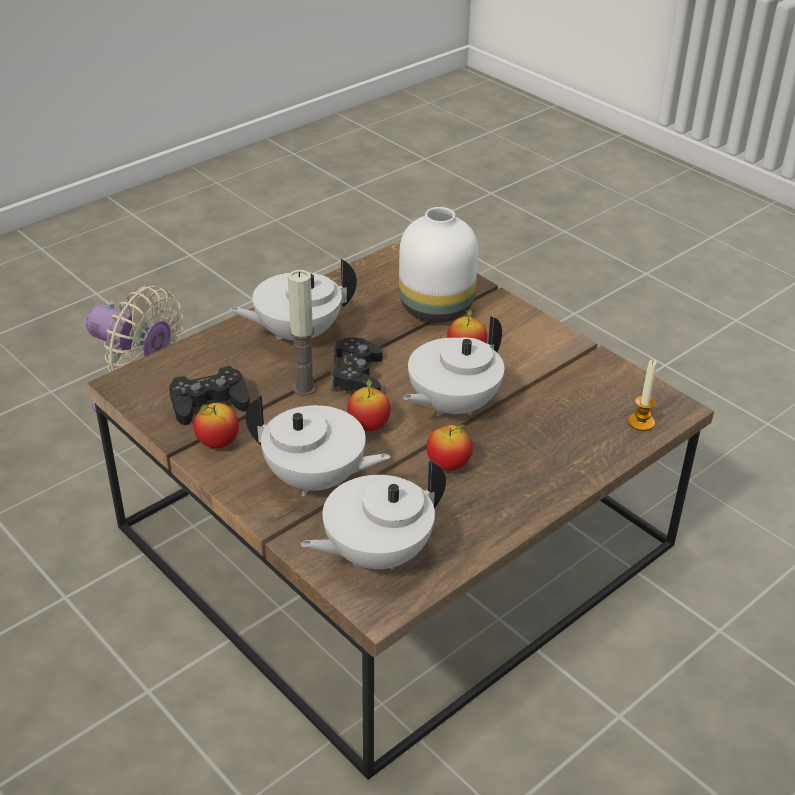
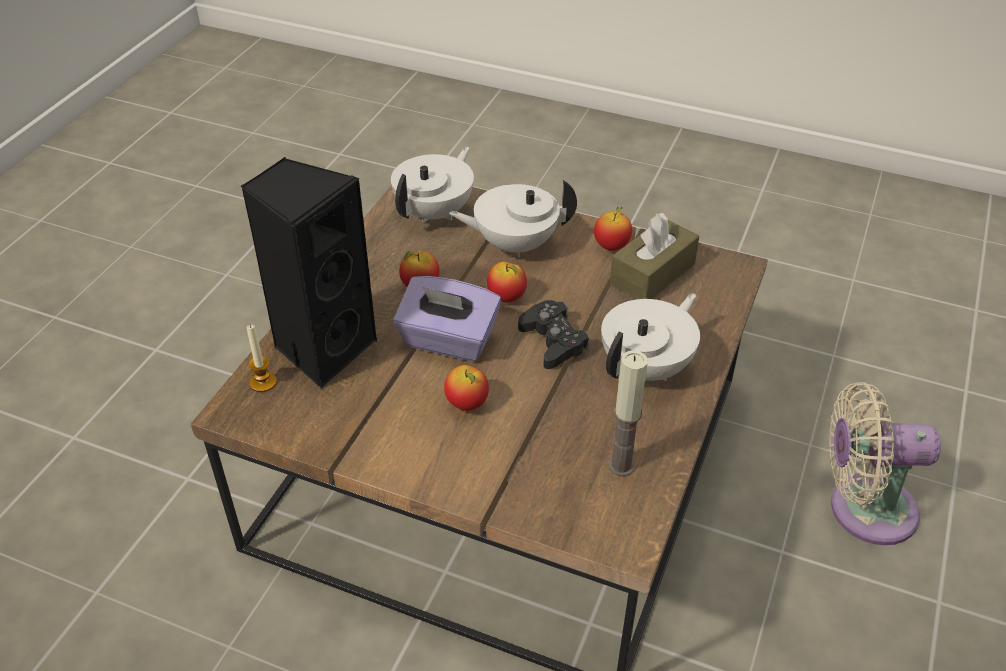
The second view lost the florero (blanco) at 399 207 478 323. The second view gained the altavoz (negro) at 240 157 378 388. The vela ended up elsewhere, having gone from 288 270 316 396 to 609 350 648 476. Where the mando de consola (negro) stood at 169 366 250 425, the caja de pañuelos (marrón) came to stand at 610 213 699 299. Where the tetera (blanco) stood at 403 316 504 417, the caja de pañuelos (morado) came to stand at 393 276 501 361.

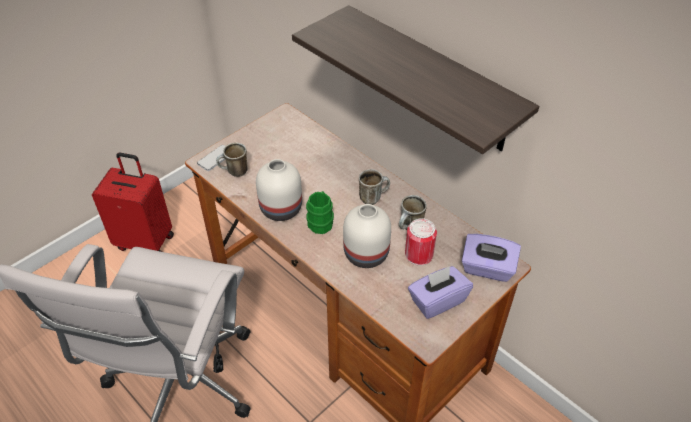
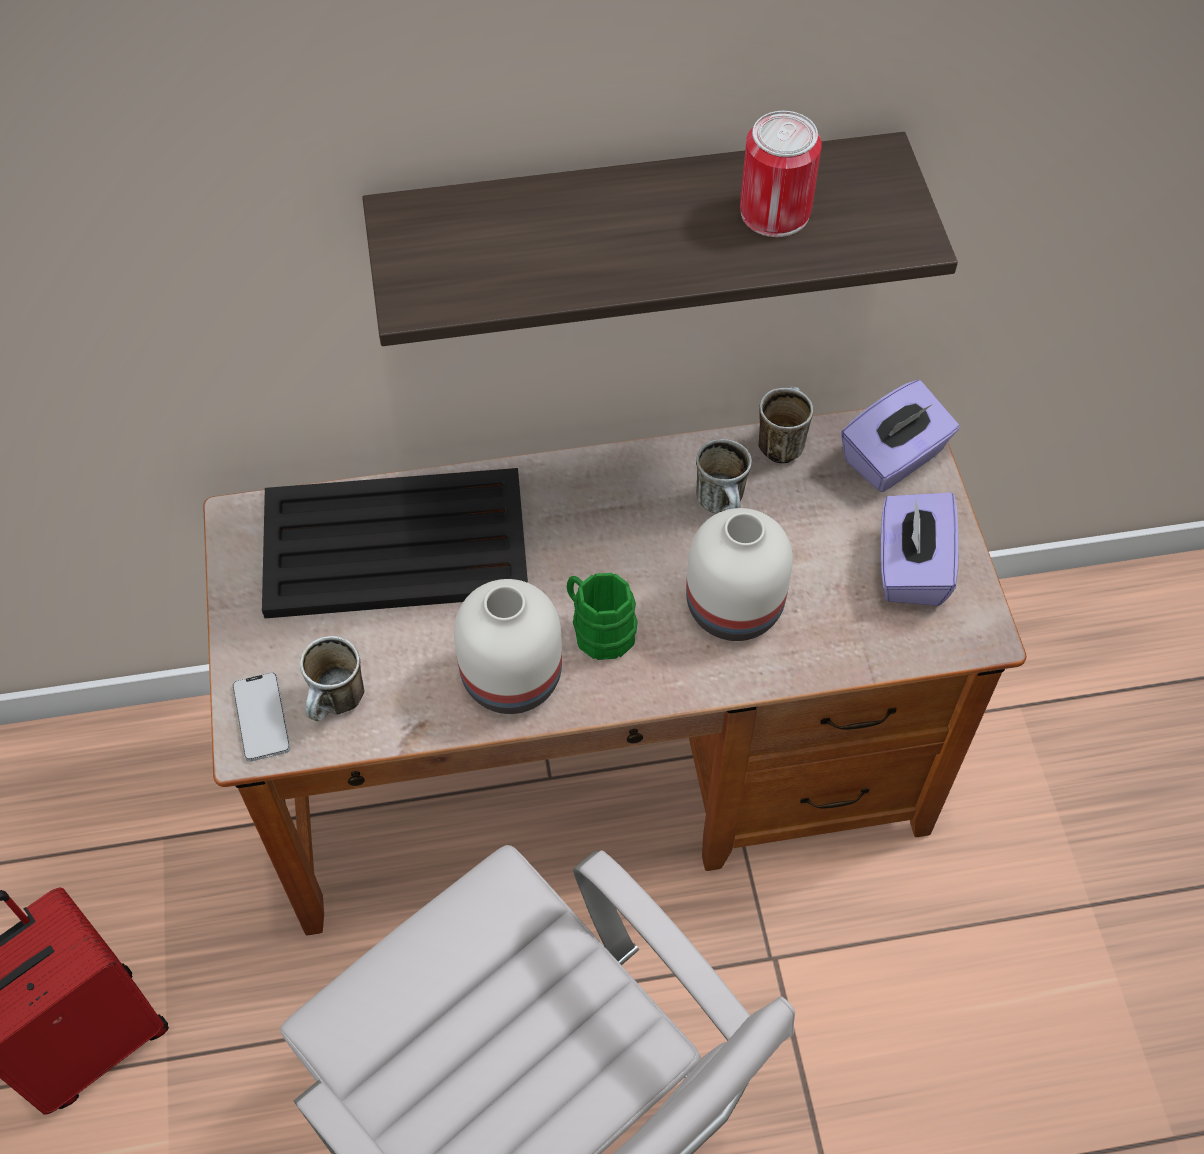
The second view gained the bandeja (negro) at 262 468 528 618. The taza grande ended up elsewhere, having gone from 359 169 390 205 to 758 387 814 464. The lata ended up elsewhere, having gone from 405 218 437 266 to 740 111 822 237.

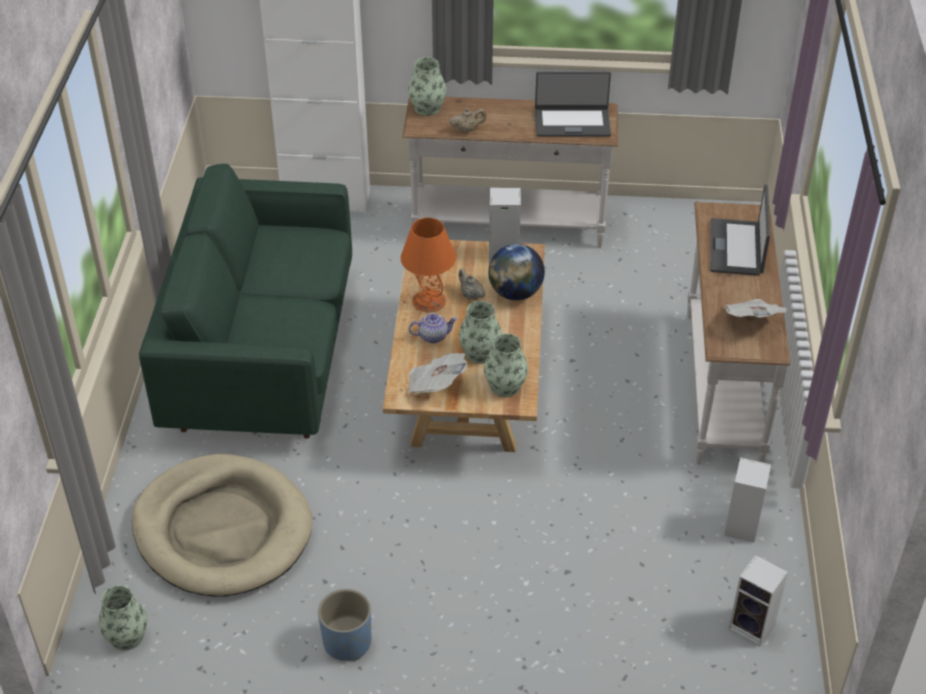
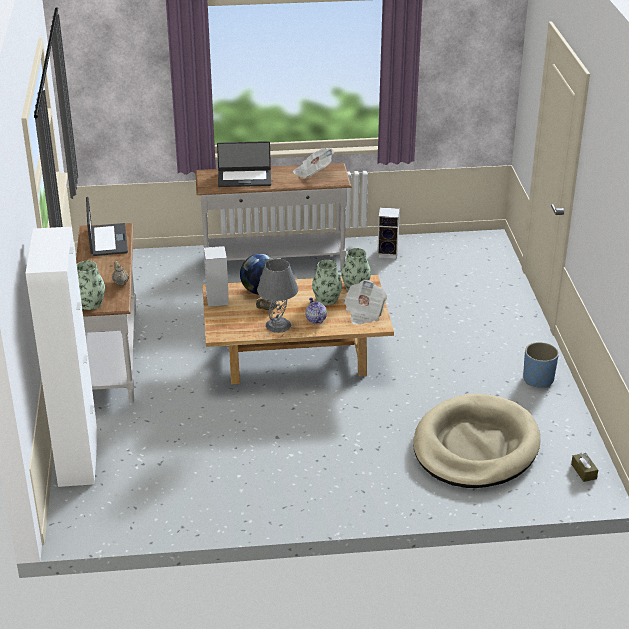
The second view lost the sofá (verde) at 139 164 352 439. The second view lost the altavoz at 729 555 788 646. Where the florero stood at 99 586 147 651, the caja de pañuelos (marrón) came to stand at 571 453 598 482. What was the lámpara de mesa (naranja) at 401 218 456 313 turned into the lámpara de mesa (gris) at 257 259 298 333.

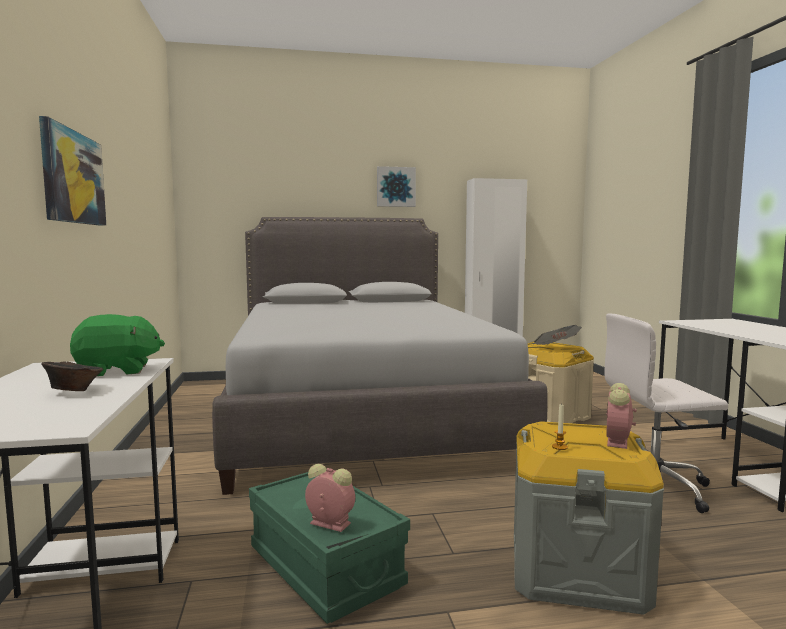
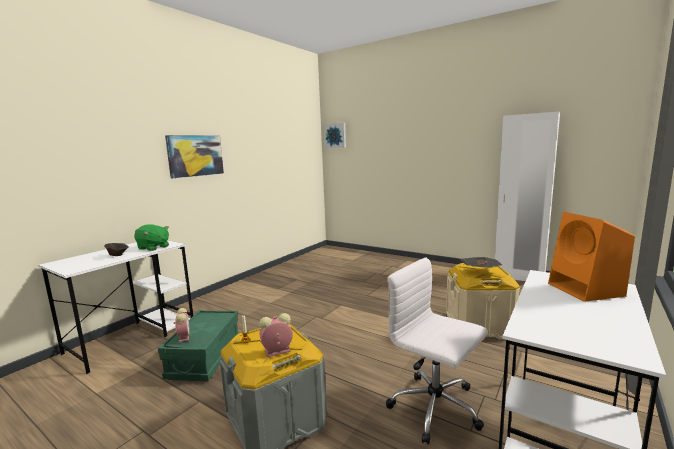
The second view lost the cama (gris) at 212 217 548 495. The second view gained the altavoz (naranja) at 548 212 635 302. The cuadro ended up elsewhere, having gone from 377 166 416 207 to 324 123 346 148.

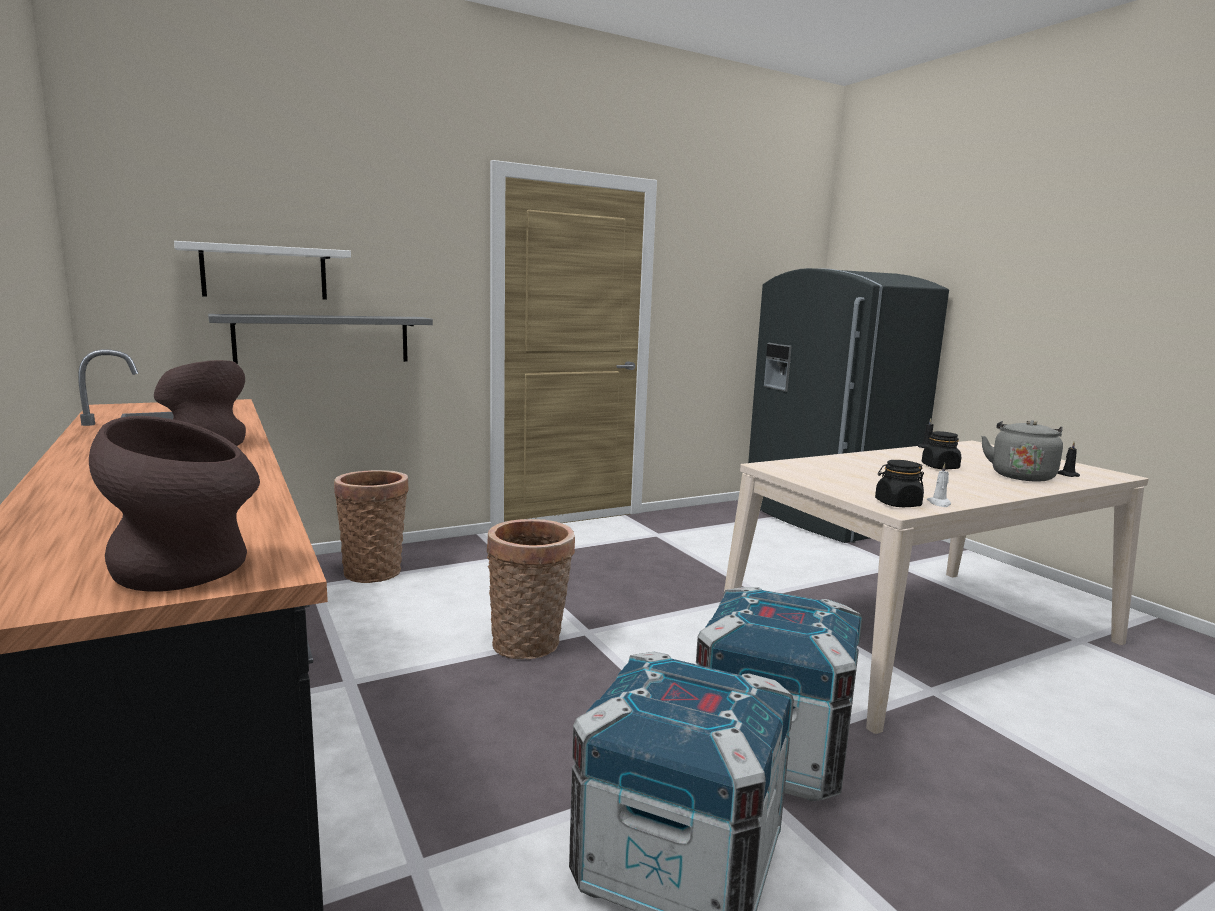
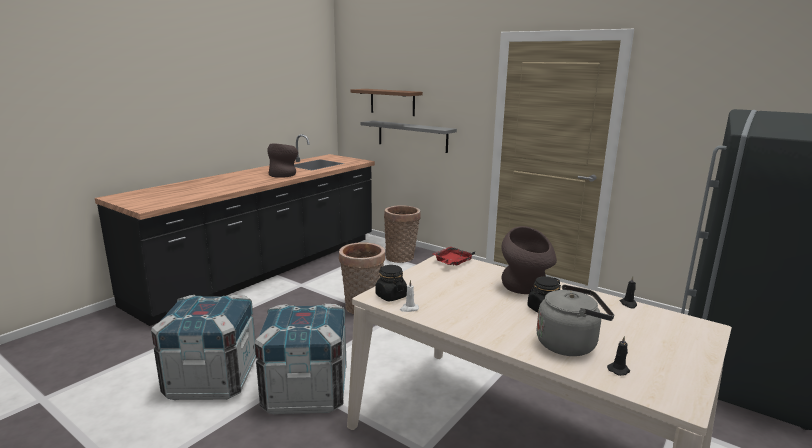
The second view gained the bandeja (rojo) at 433 247 475 266. The florero (marrón) ended up elsewhere, having gone from 89 416 260 591 to 502 226 557 294. What was the estante (blanco) at 174 241 351 300 turned into the estante (marrón) at 350 89 423 116.

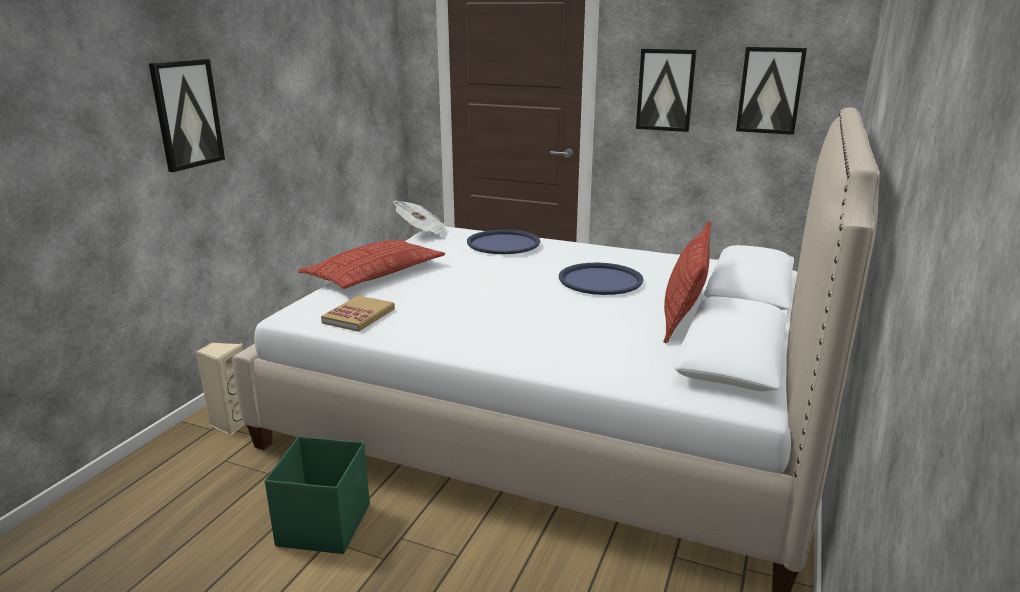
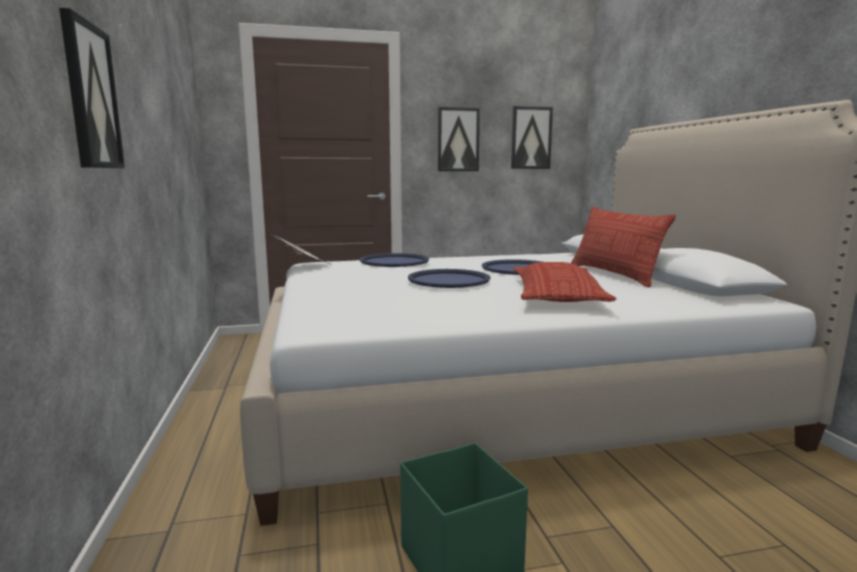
The second view lost the altavoz (beis) at 195 342 245 435. The second view lost the libro at 321 295 395 332. The second view gained the bandeja (azul) at 408 269 490 288. The cojín ended up elsewhere, having gone from 298 239 445 289 to 514 262 617 302.

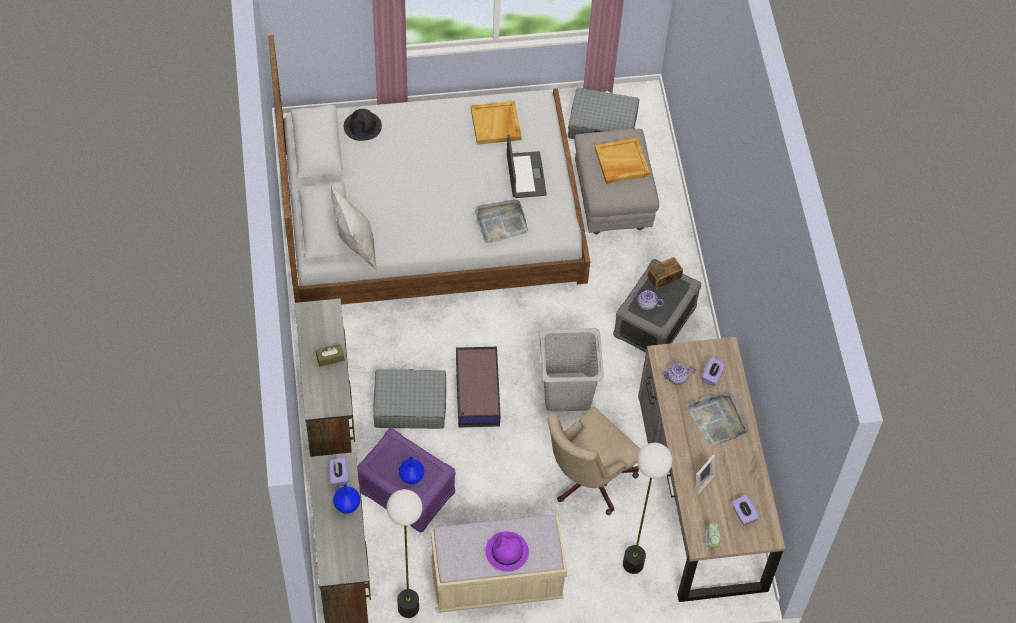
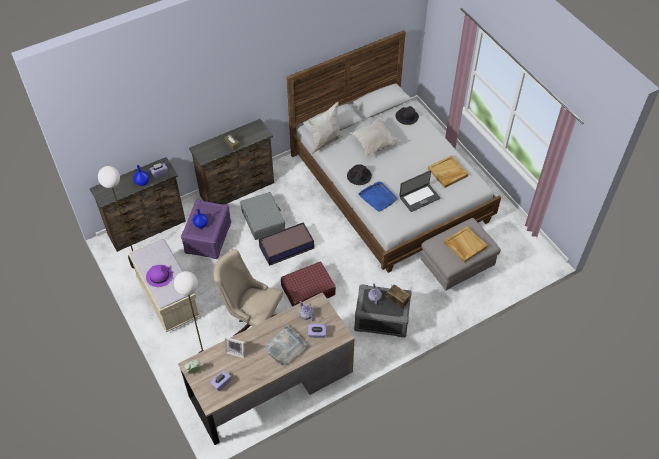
The second view lost the maleta (gris) at 568 87 639 139. The second view gained the sombrero (negro) at 347 164 372 185. The second view gained the cojín (blanco) at 350 116 401 157. Where the cesto de la ropa (gris) stood at 539 328 604 412, the maleta (rojo) came to stand at 281 261 336 307. What was the bandeja (gris) at 475 199 528 243 turned into the bandeja (azul) at 358 181 398 212.

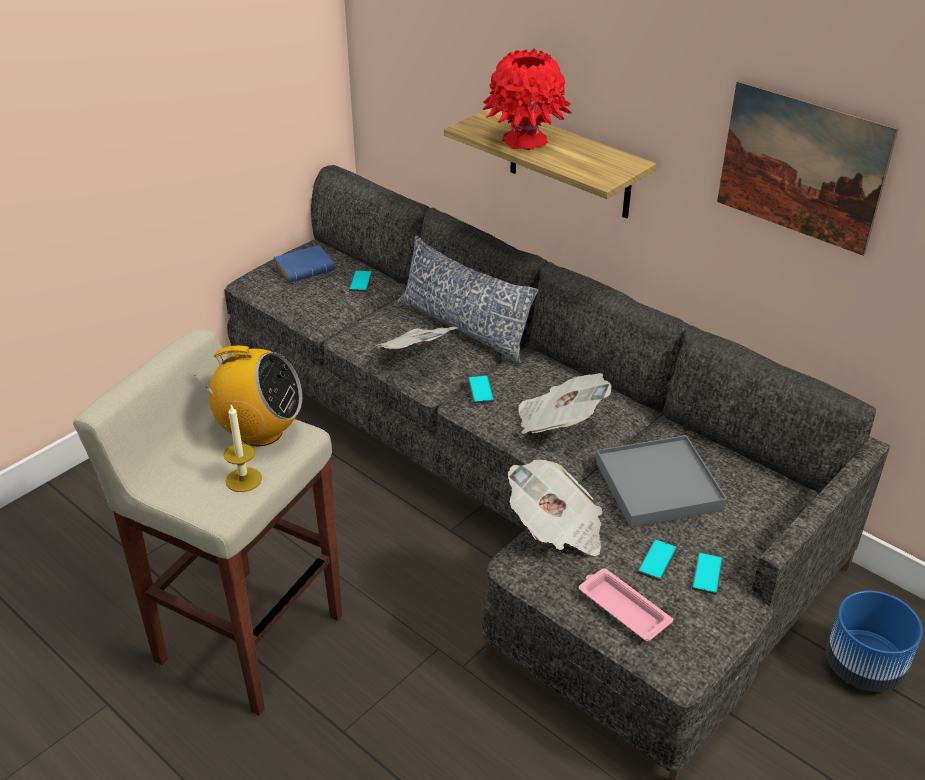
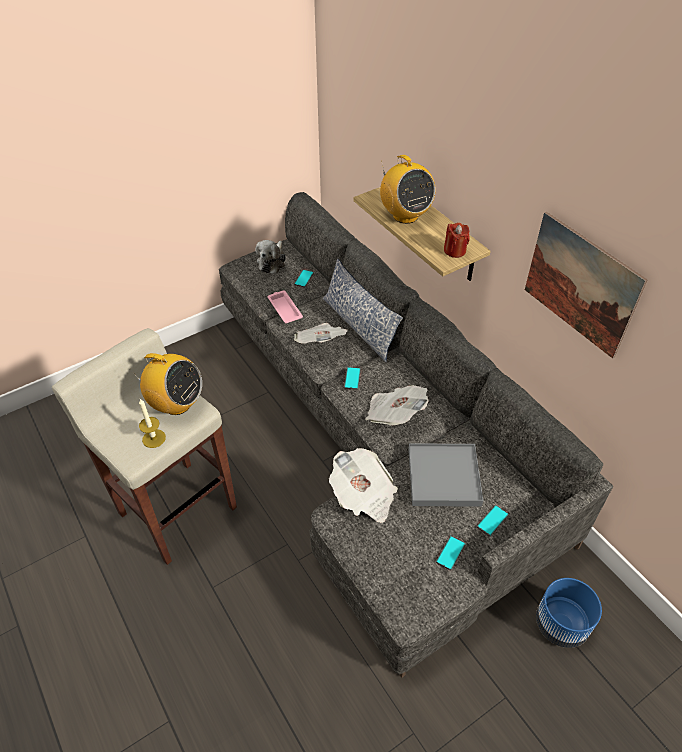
The second view gained the vela (rojo) at 444 222 470 258. The bandeja (rosa) ended up elsewhere, having gone from 579 568 673 641 to 268 290 303 323. The móvil ended up elsewhere, having gone from 637 539 677 581 to 477 505 509 537. Where the libro (azul) stood at 274 245 335 283, the peluche came to stand at 256 240 286 274. Where the florero (rojo) stood at 483 49 572 150, the radio came to stand at 380 155 435 224.

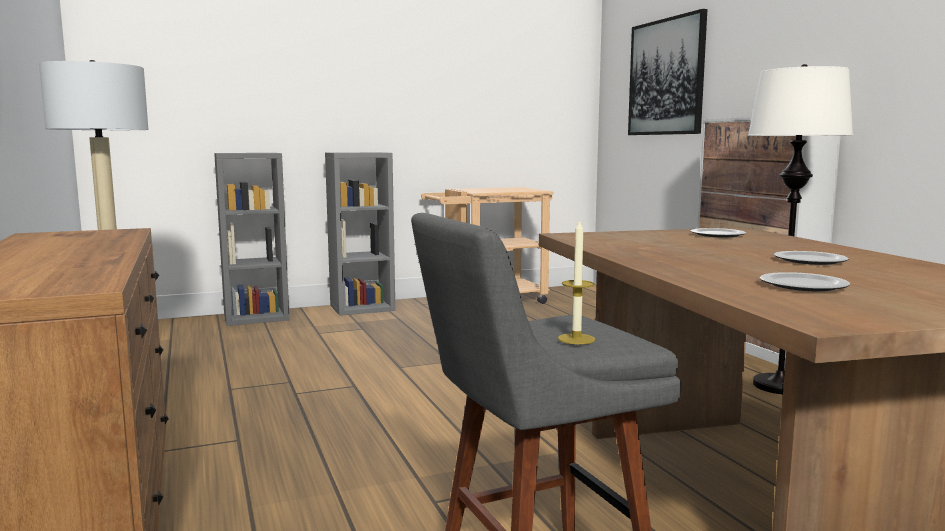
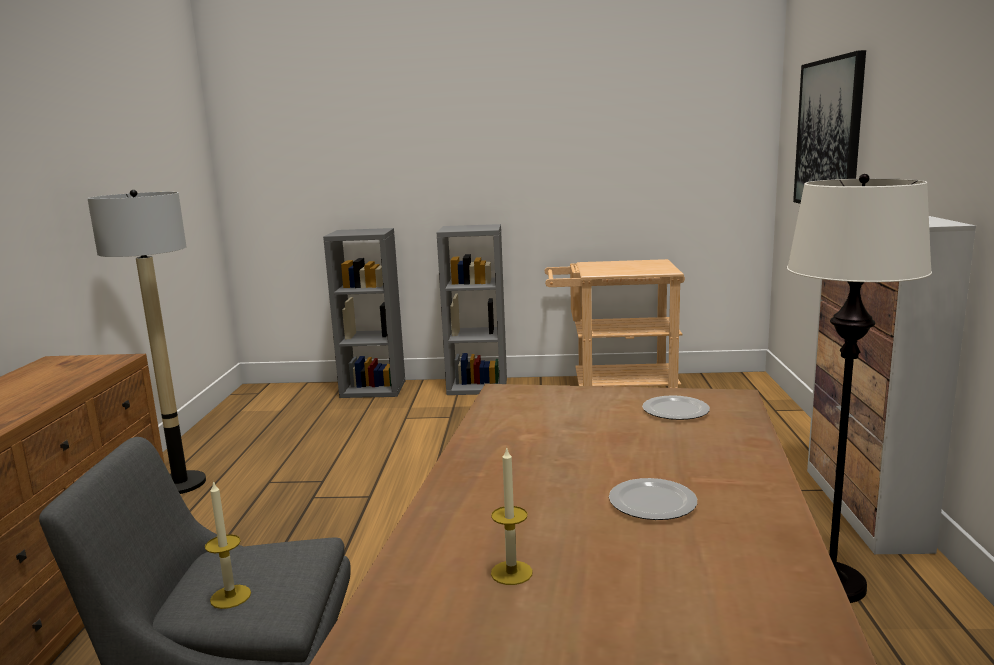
Where the plato stood at 760 272 850 291, the vela came to stand at 491 446 533 585.

